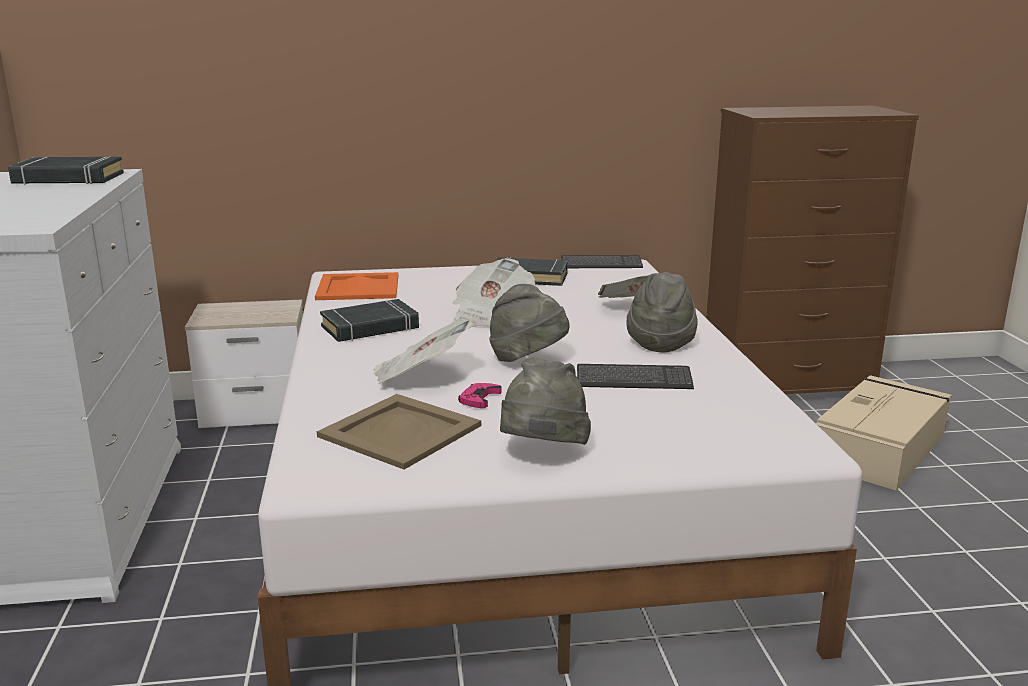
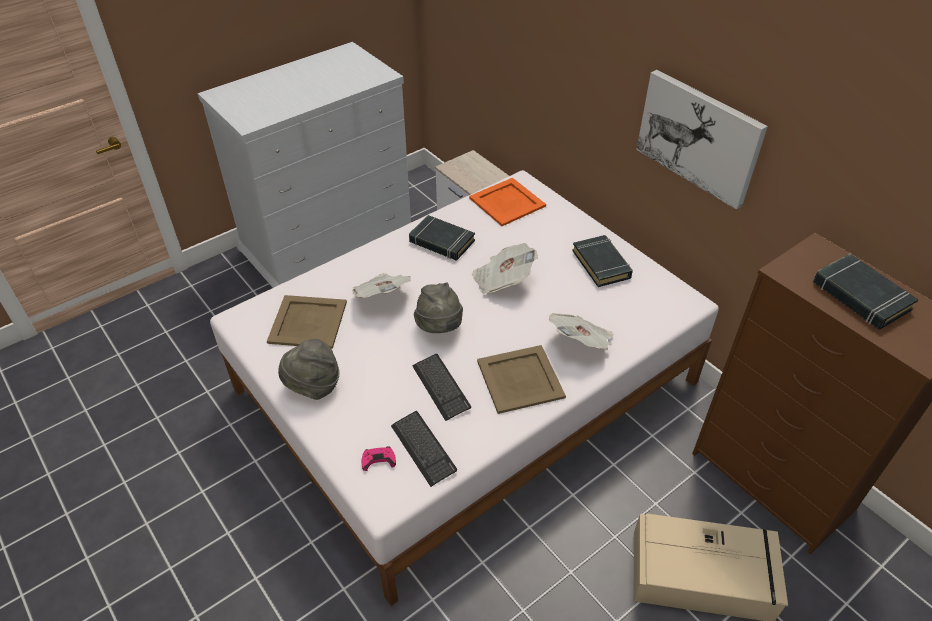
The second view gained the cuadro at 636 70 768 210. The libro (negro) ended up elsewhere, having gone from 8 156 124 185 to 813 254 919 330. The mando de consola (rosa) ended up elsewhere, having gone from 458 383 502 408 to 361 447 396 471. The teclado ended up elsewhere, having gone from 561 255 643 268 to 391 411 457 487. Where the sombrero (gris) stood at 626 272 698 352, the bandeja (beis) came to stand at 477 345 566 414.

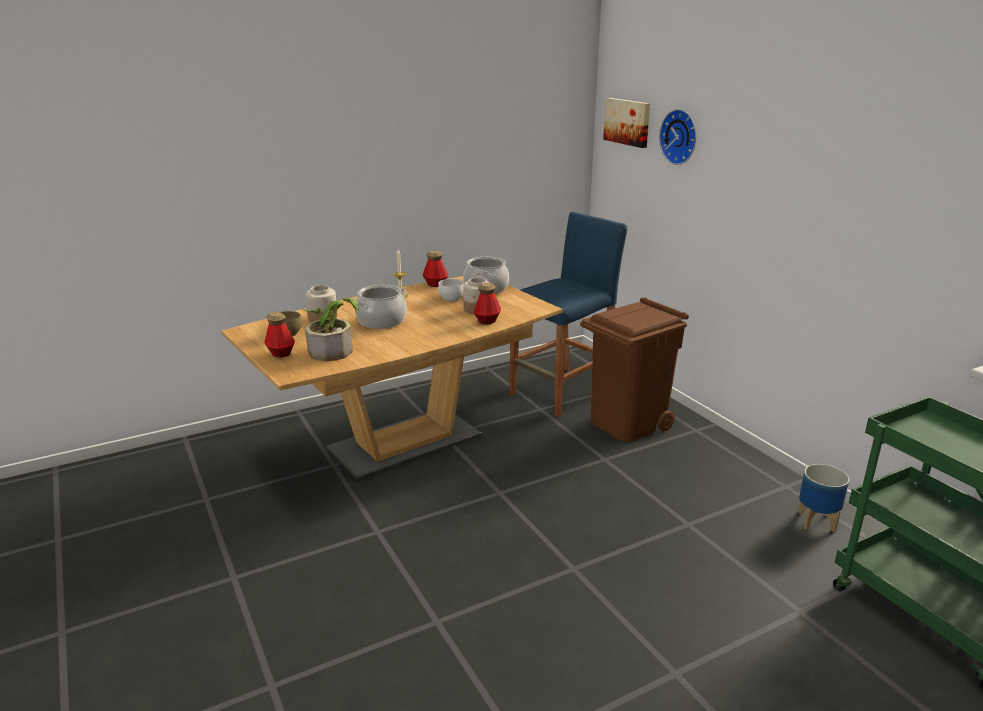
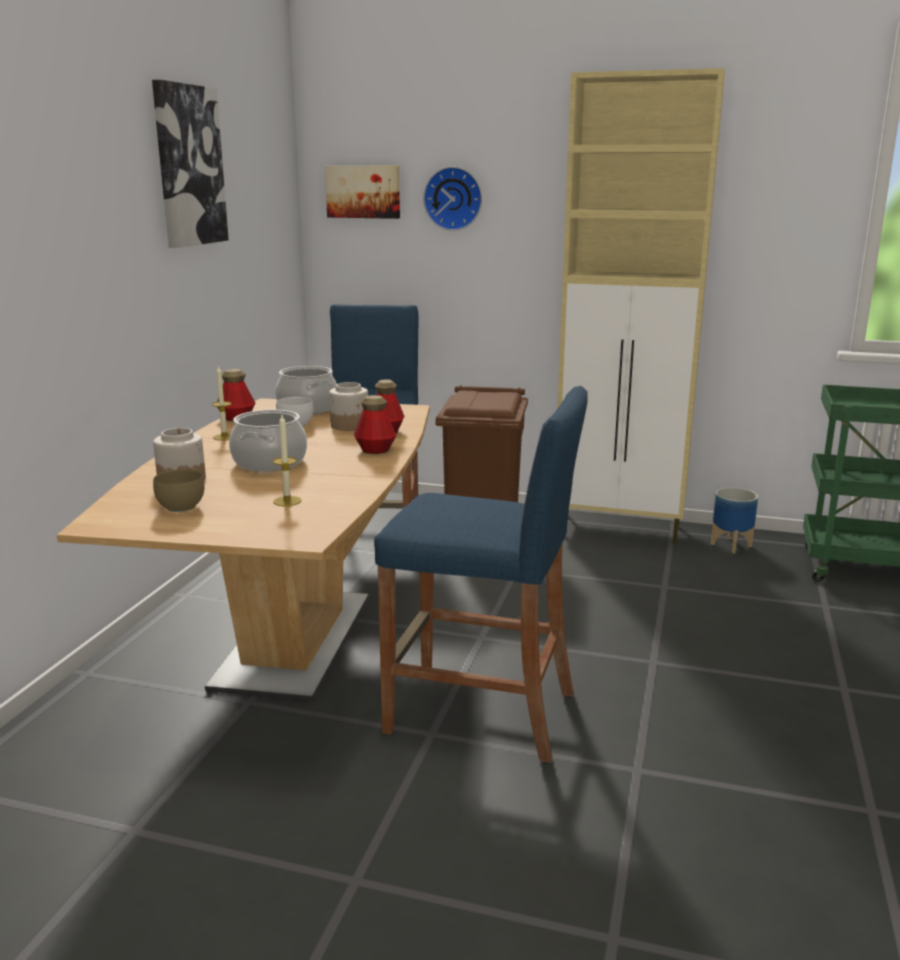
The second view gained the cuadro at 152 80 229 248. The second view gained the taburete (azul) at 374 386 588 763. The second view gained the armario (beis) at 557 68 724 545. The botella ended up elsewhere, having gone from 264 312 295 358 to 354 395 397 454. Where the planta en maceta stood at 303 298 358 361, the vela came to stand at 273 415 301 506.

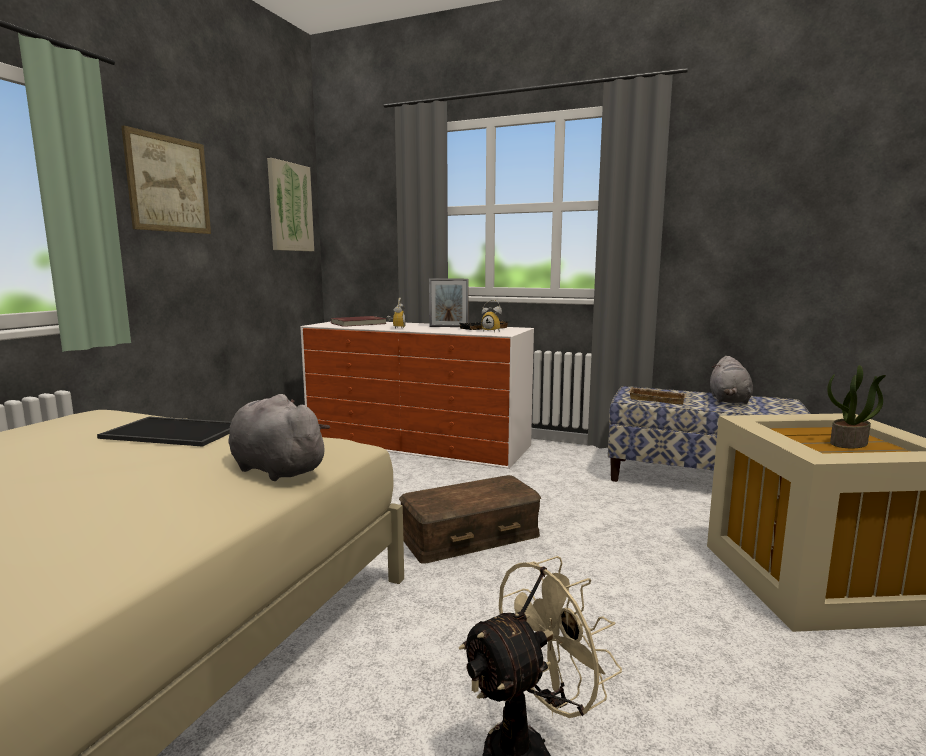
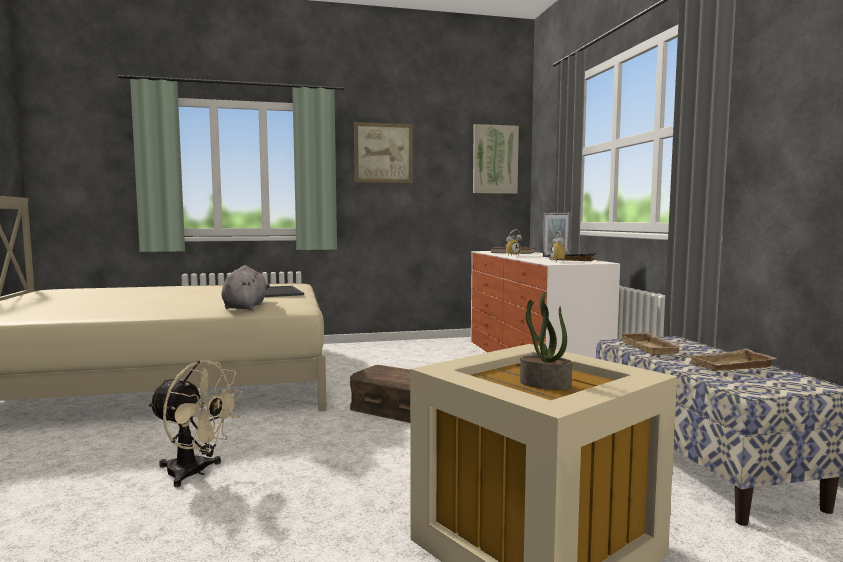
Where the peluche (gris) stood at 710 356 753 404, the bandeja (beis) came to stand at 691 349 777 371.

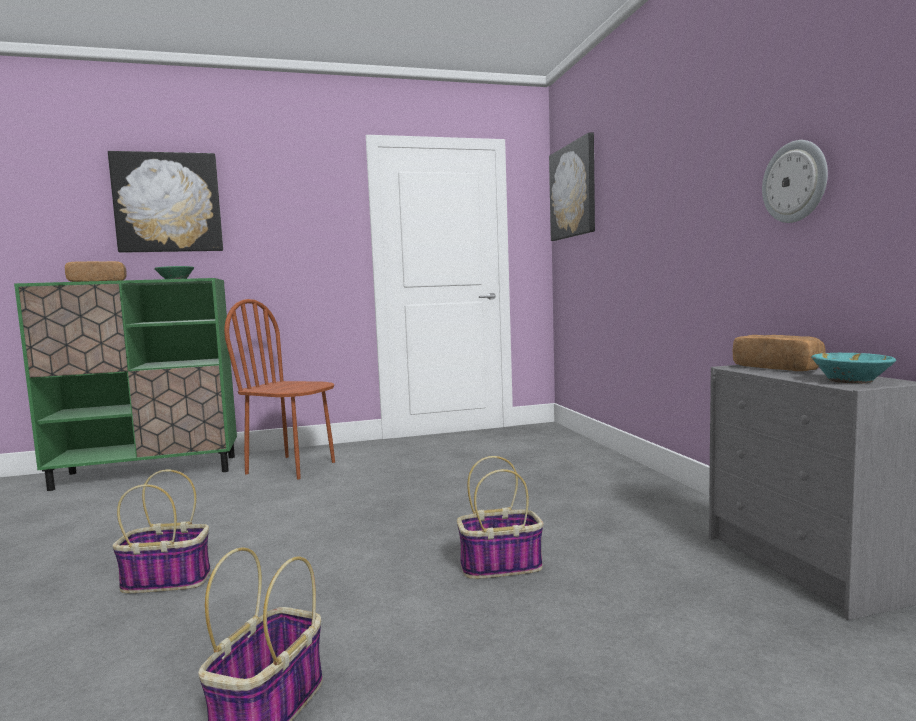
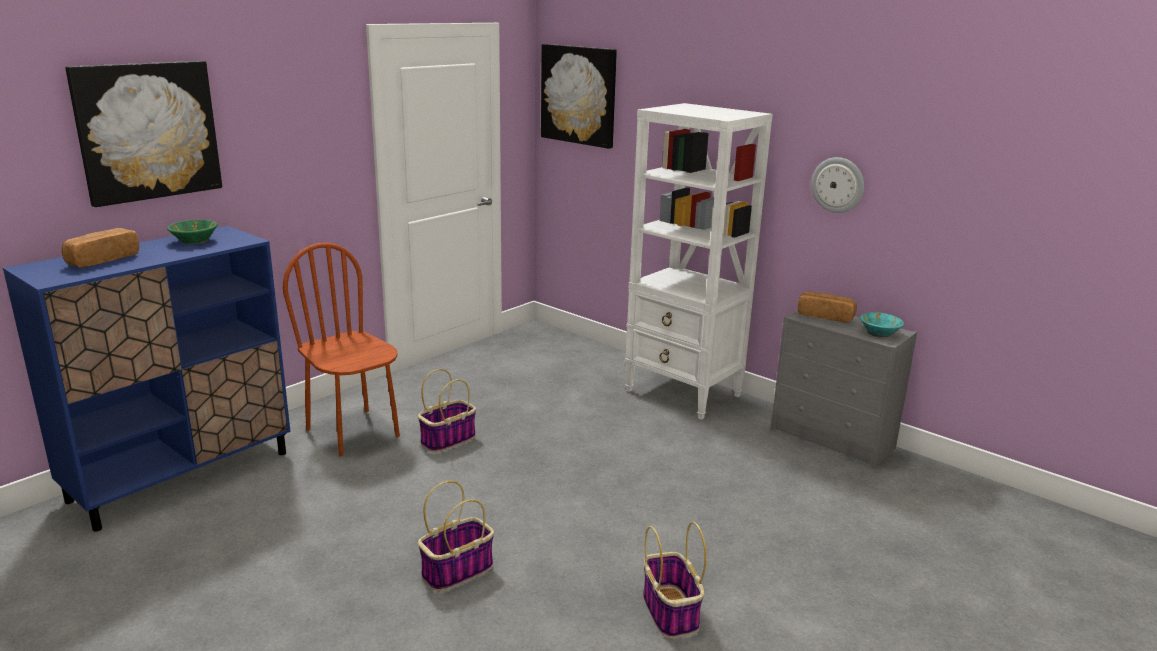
The second view gained the estantería (blanco) at 625 103 773 420. The cesta ended up elsewhere, having gone from 457 456 543 579 to 418 369 476 453. What was the armario (verde) at 14 278 237 491 turned into the armario (azul) at 3 226 291 532. The silla (marrón) at 224 299 335 479 ended up facing another way, 60 degrees clockwise from before.

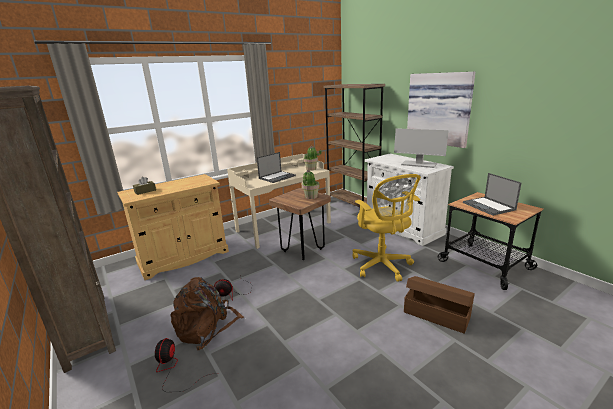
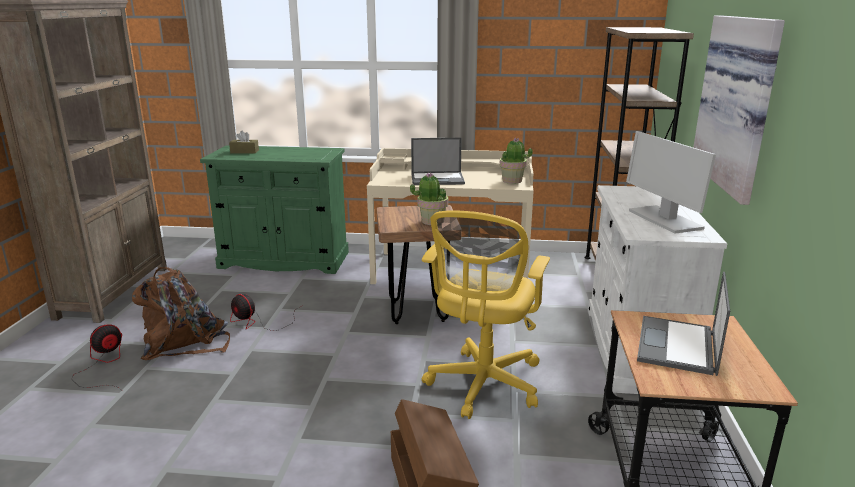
What was the armario (beis) at 117 174 229 280 turned into the armario (verde) at 200 145 349 274.

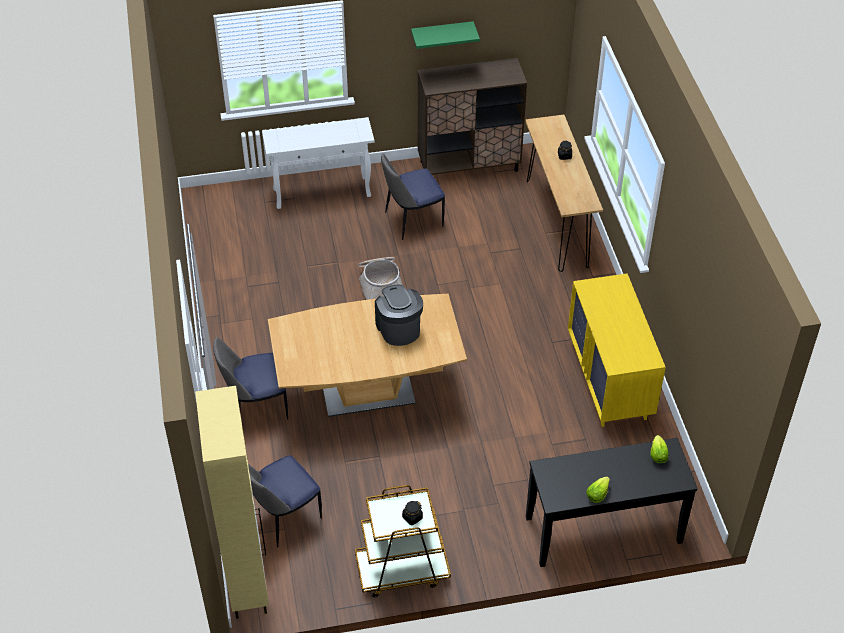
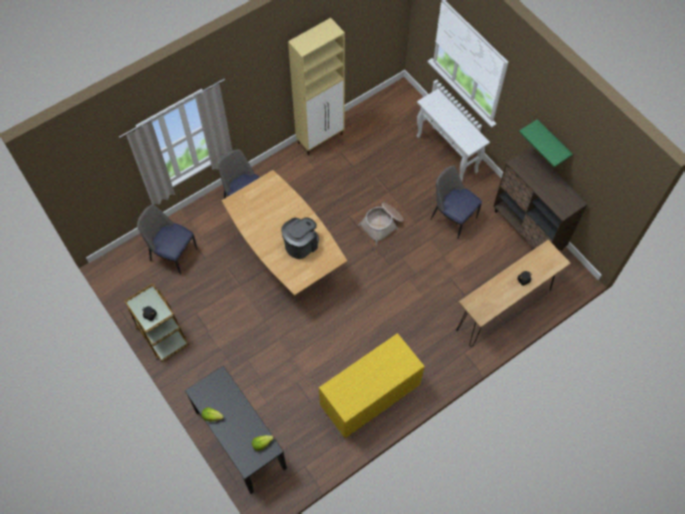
The armario (beis) ended up elsewhere, having gone from 195 386 269 619 to 288 18 345 155.

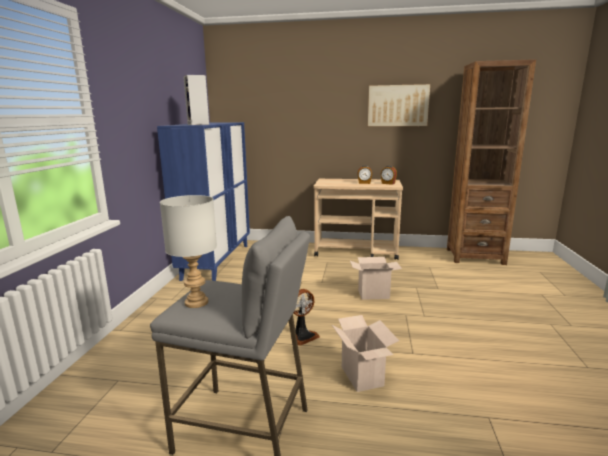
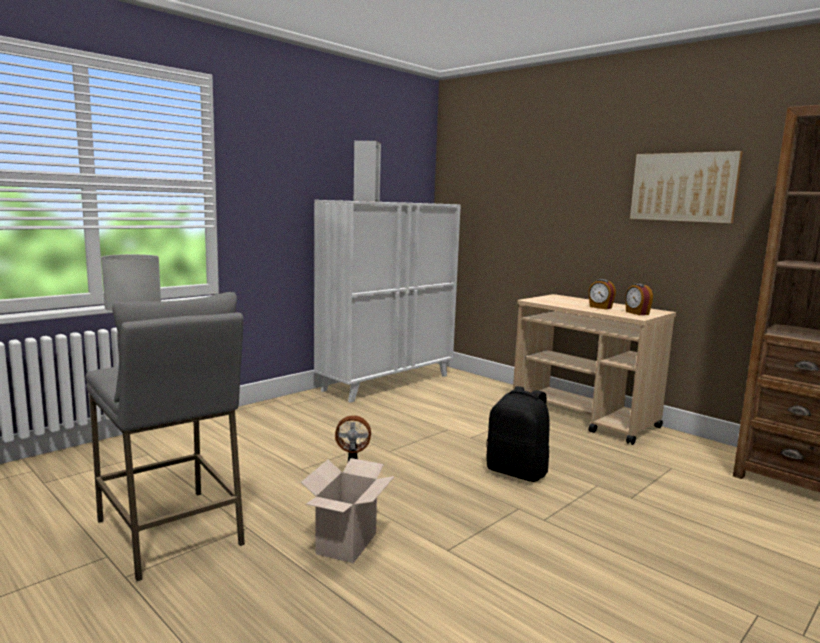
Where the caja de cartón stood at 350 257 402 300, the mochila (negro) came to stand at 486 386 549 482. What was the armario (azul) at 157 122 250 281 turned into the armario (blanco) at 314 200 461 403.

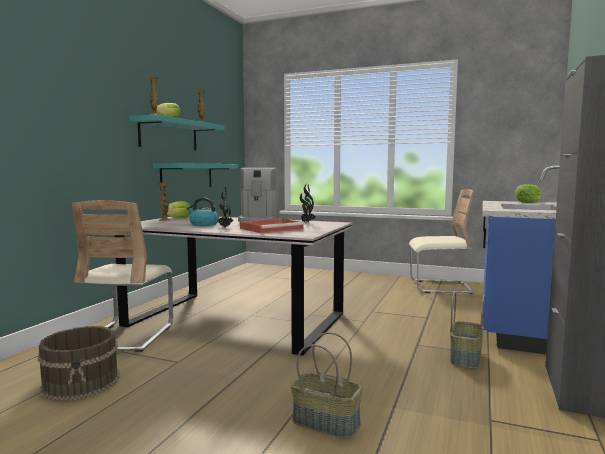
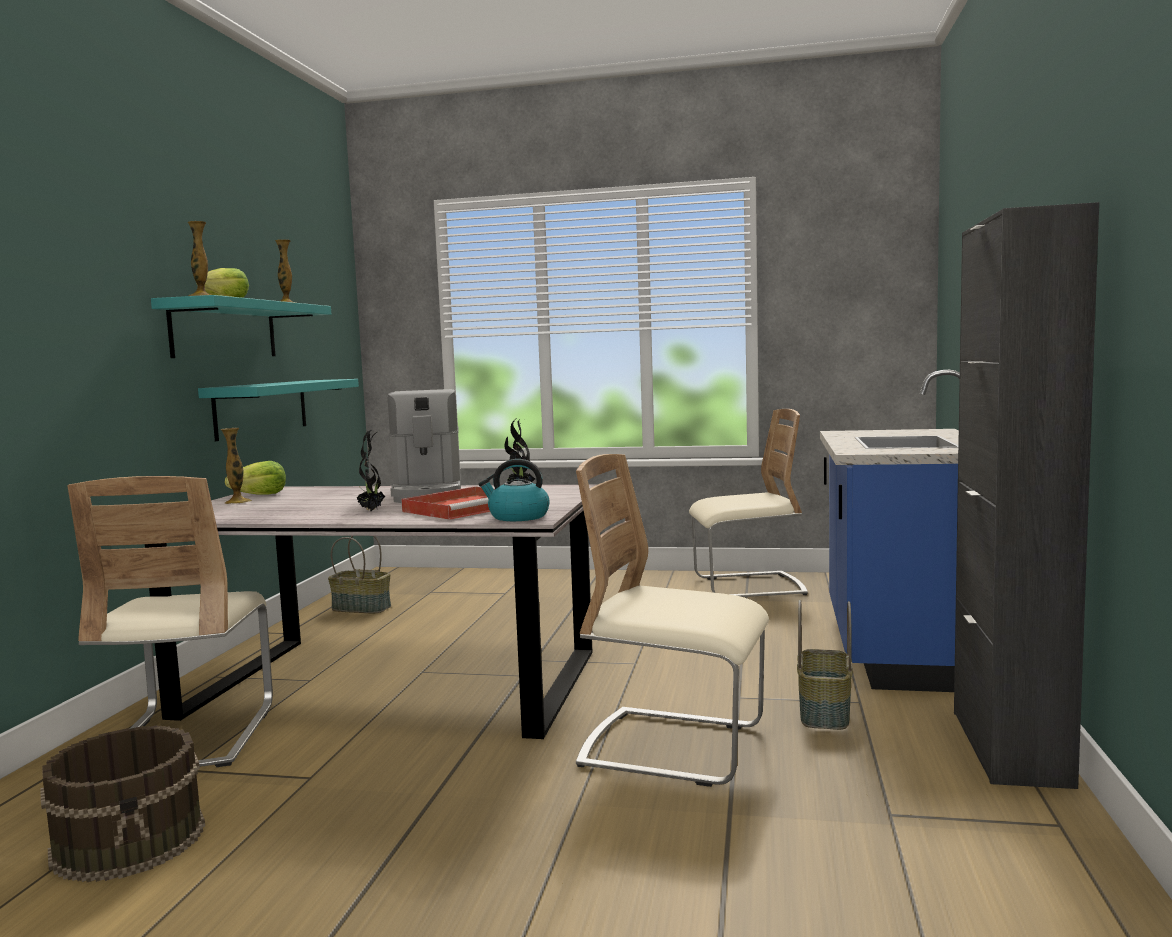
The second view lost the lechuga at 515 184 541 203. The second view gained the silla (beis) at 576 454 769 787. The hervidor ended up elsewhere, having gone from 187 198 219 226 to 479 459 549 521. The cesta ended up elsewhere, having gone from 291 332 363 438 to 328 536 391 613.

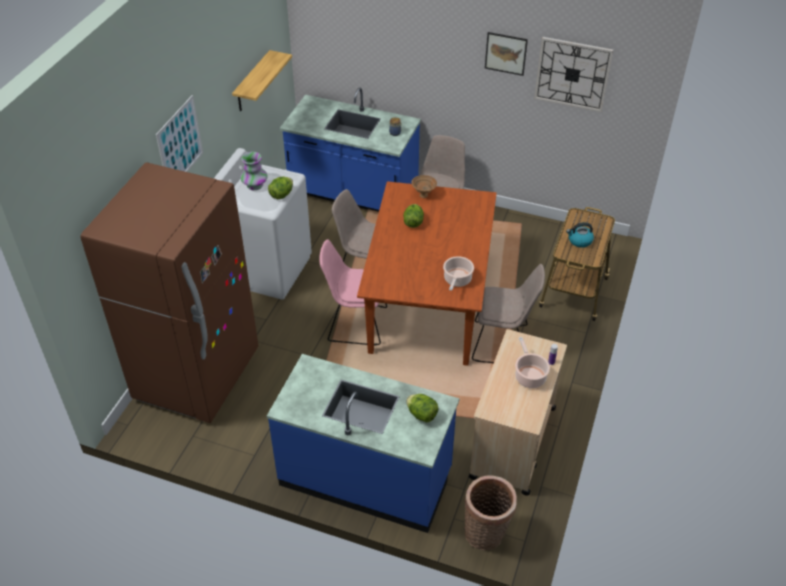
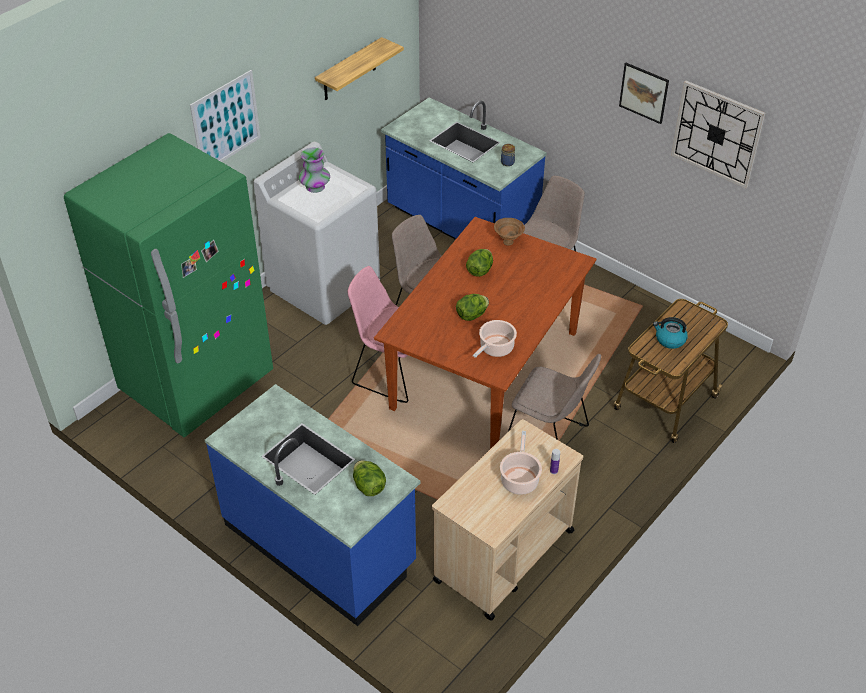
The second view lost the cesta at 464 475 517 550. The lechuga ended up elsewhere, having gone from 268 176 293 199 to 456 294 489 321. What was the nevera (marrón) at 80 162 259 423 turned into the nevera (verde) at 64 133 273 437.

